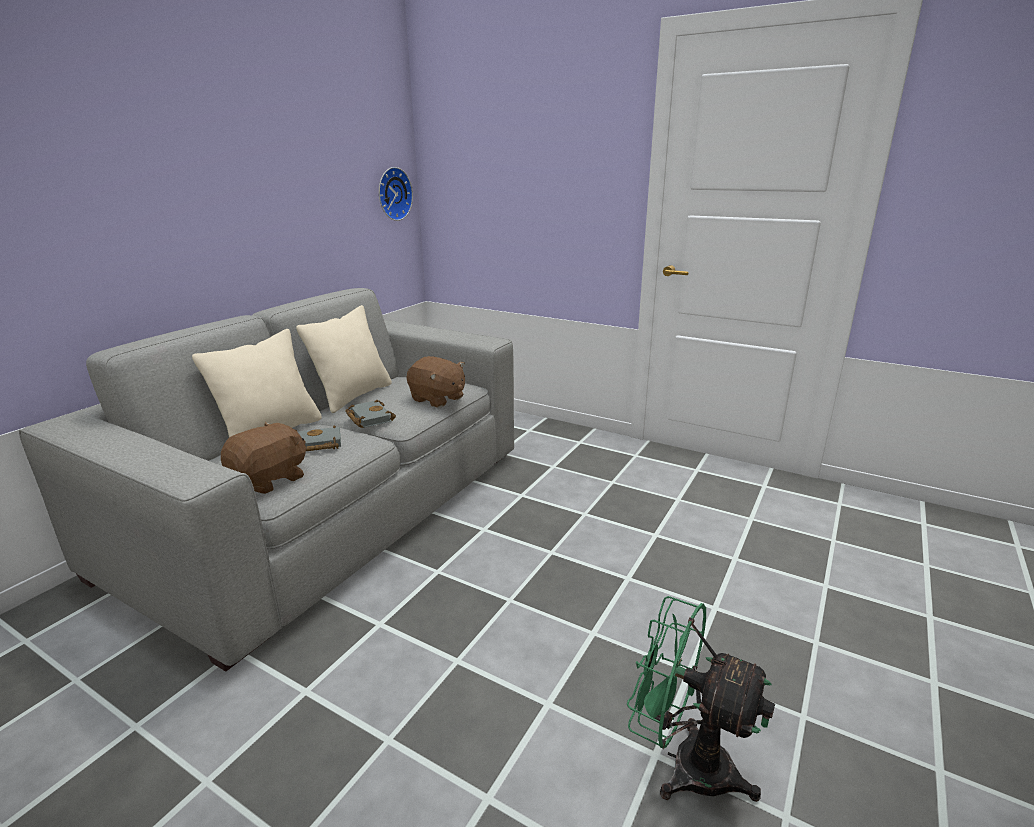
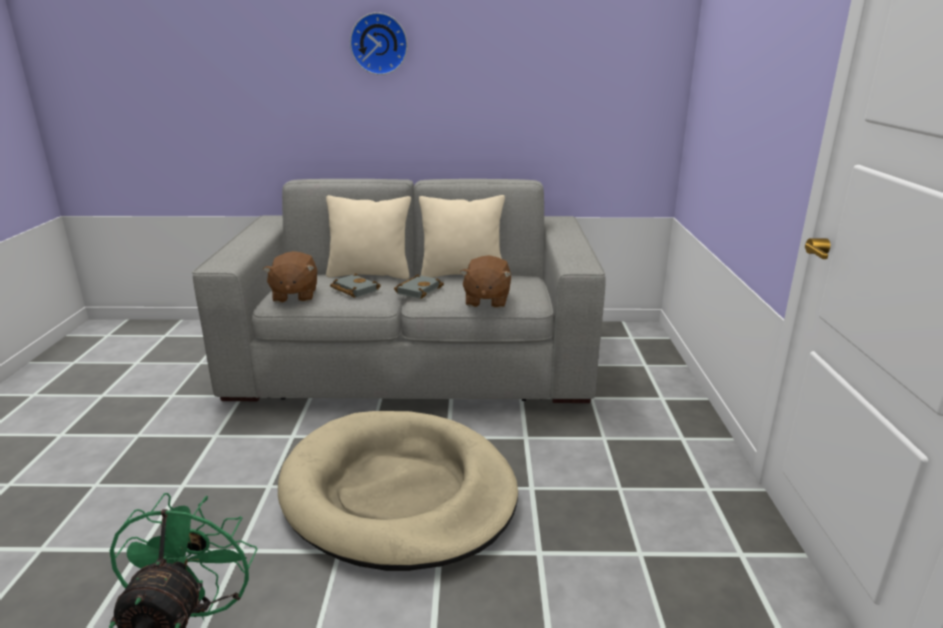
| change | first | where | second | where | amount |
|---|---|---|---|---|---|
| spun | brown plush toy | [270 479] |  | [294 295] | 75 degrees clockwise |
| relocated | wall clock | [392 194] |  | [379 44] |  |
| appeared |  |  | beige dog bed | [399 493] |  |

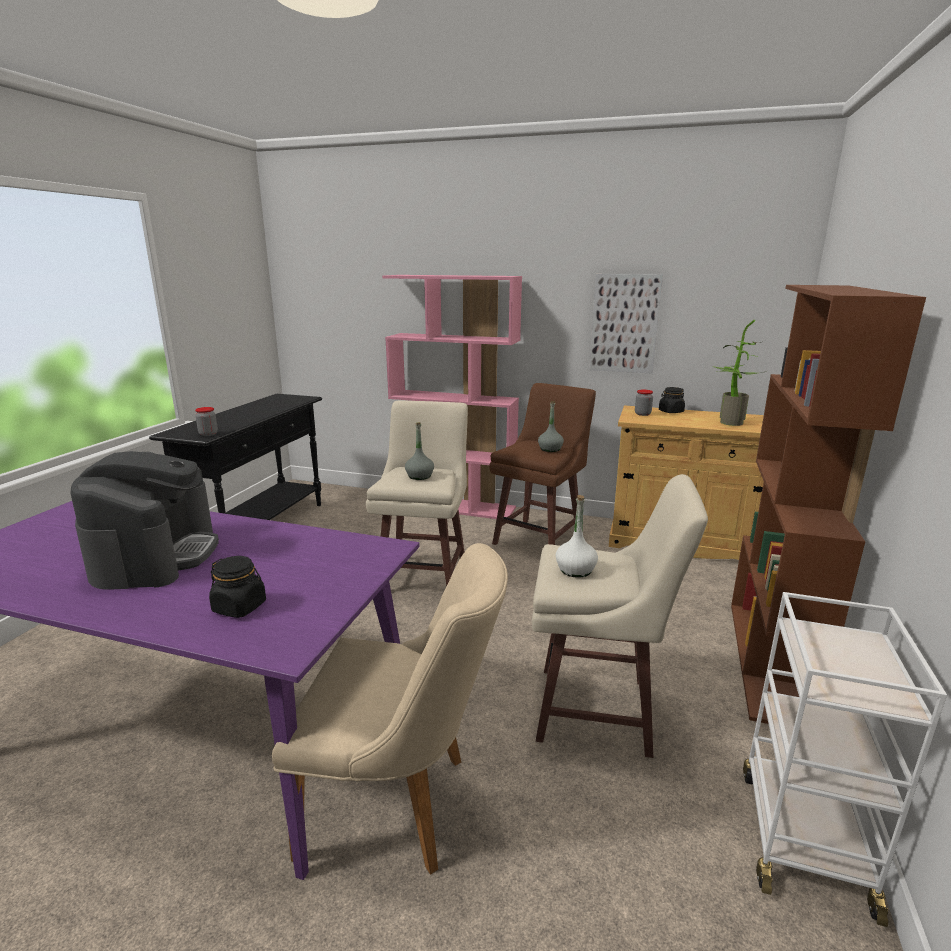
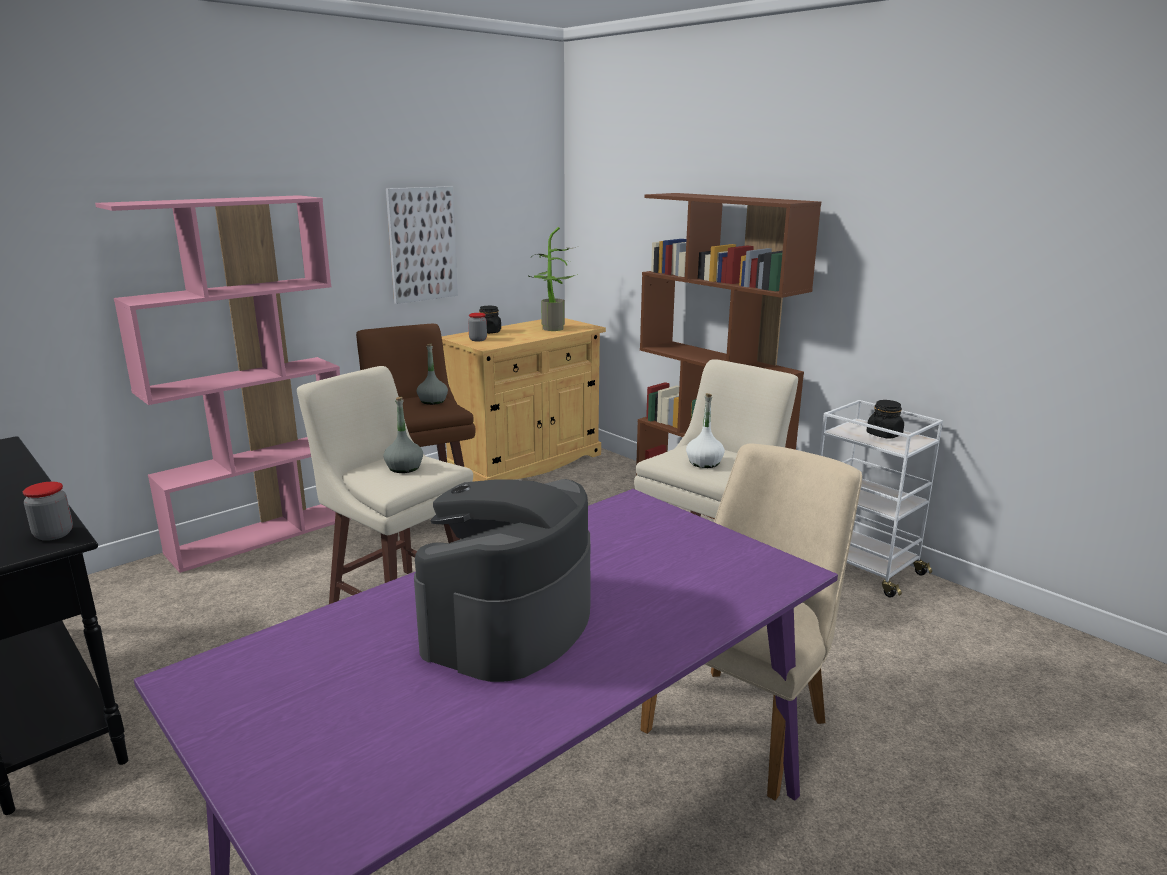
| change | first | where | second | where | amount |
|---|---|---|---|---|---|
| spun | coffee machine | [156 555] |  | [508 624] | 90 degrees counterclockwise |
| relocated | black jar | [240 607] |  | [884 434] |  |

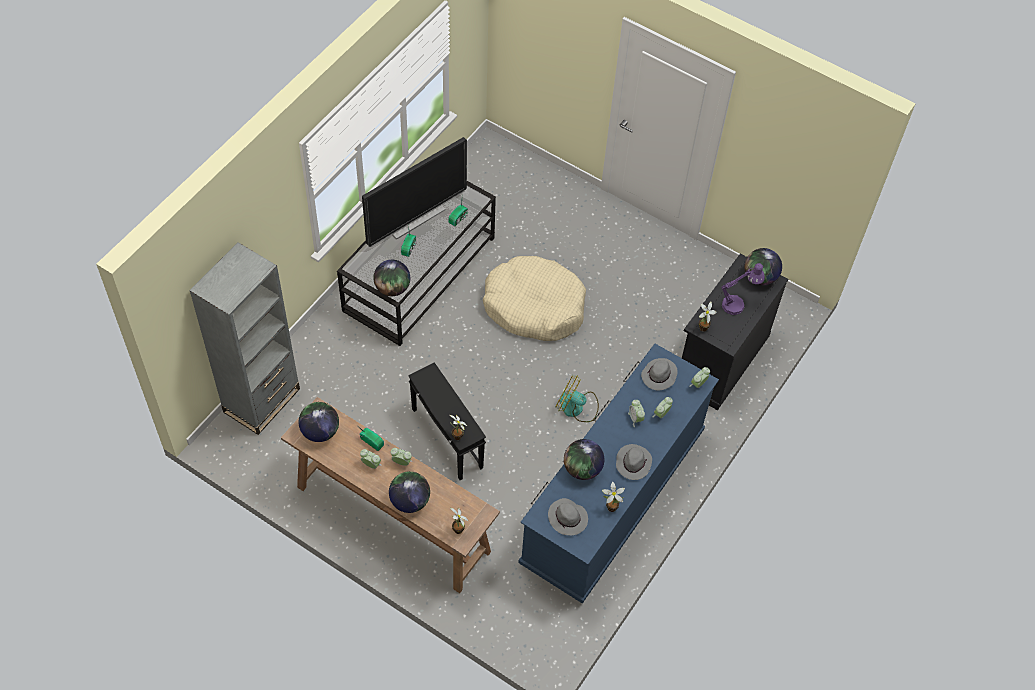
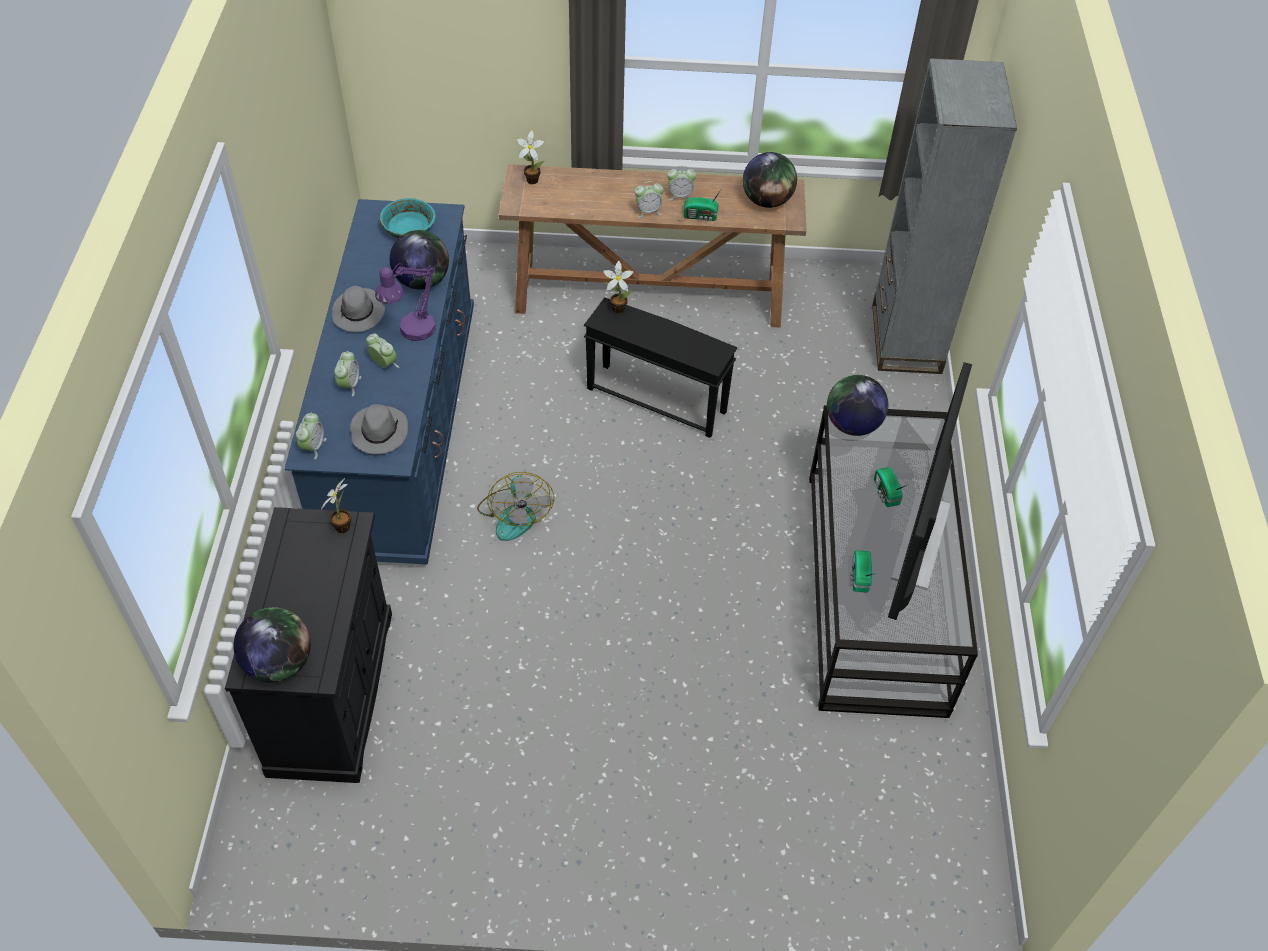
| change | first | where | second | where | amount |
|---|---|---|---|---|---|
| missing | globe | [410 501] |  |  |  |
| missing | beige dog bed | [534 306] |  |  |  |
| exchanged | grey hat | [568 518] | turquoise bowl | [408 228] |  |
| spun | fan | [577 407] |  | [514 514] | 90 degrees clockwise |
| missing | potted plant | [610 507] |  |  |  |
| relocated | purple table lamp | [737 304] |  | [411 332] |  |

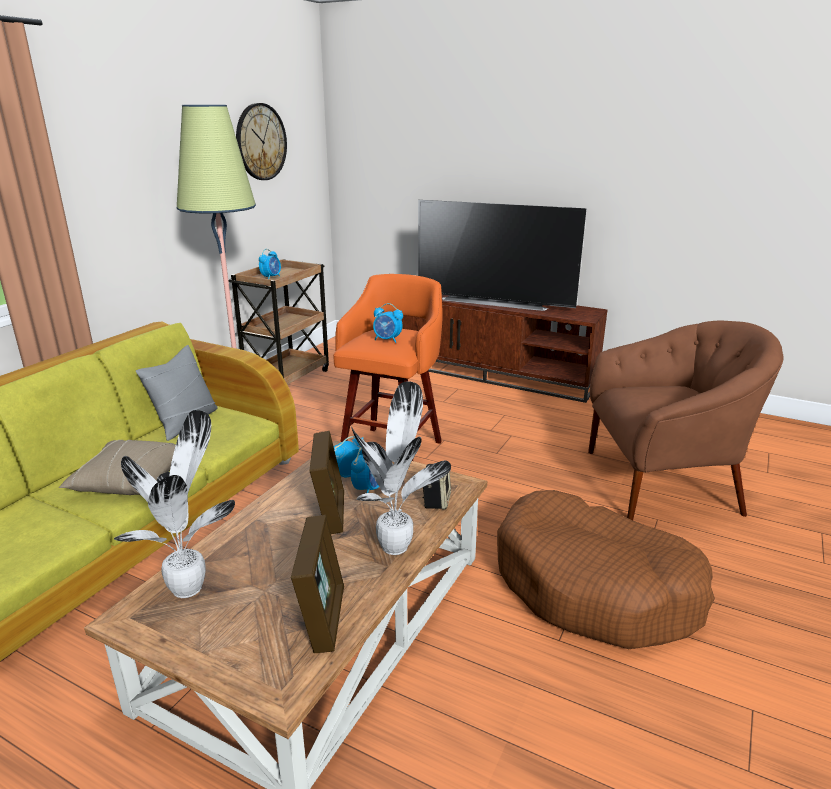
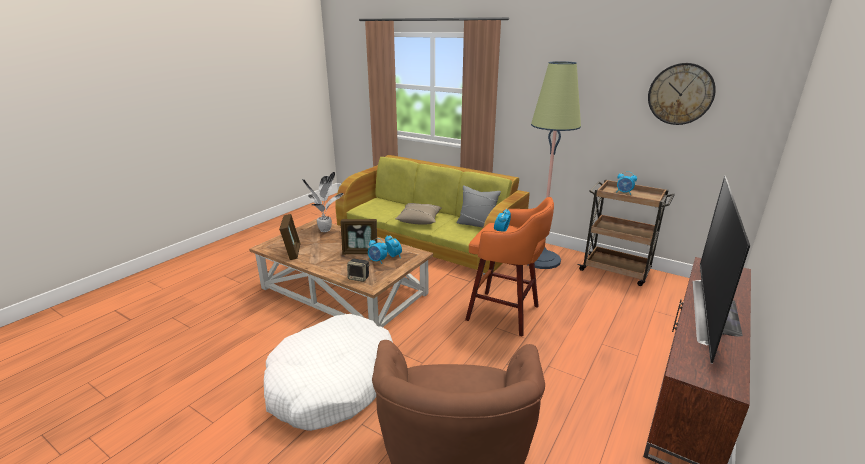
| change | first | where | second | where | amount |
|---|---|---|---|---|---|
| spun | picture frame | [322 618] |  | [292 252] | 105 degrees counterclockwise |
| missing | potted plant | [396 545] |  |  |  |
| colour | brown dog bed | [595 586] | white dog bed | [332 383] |  |

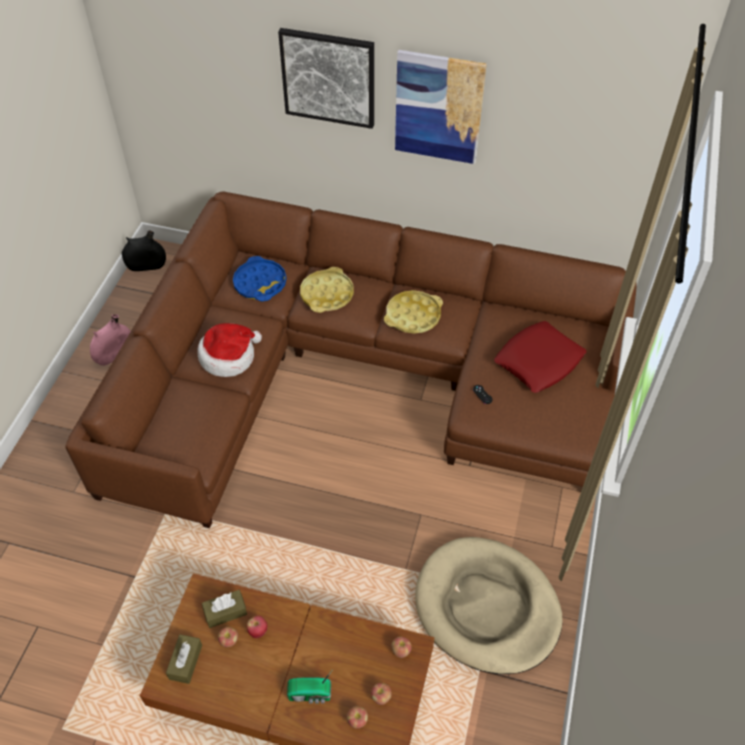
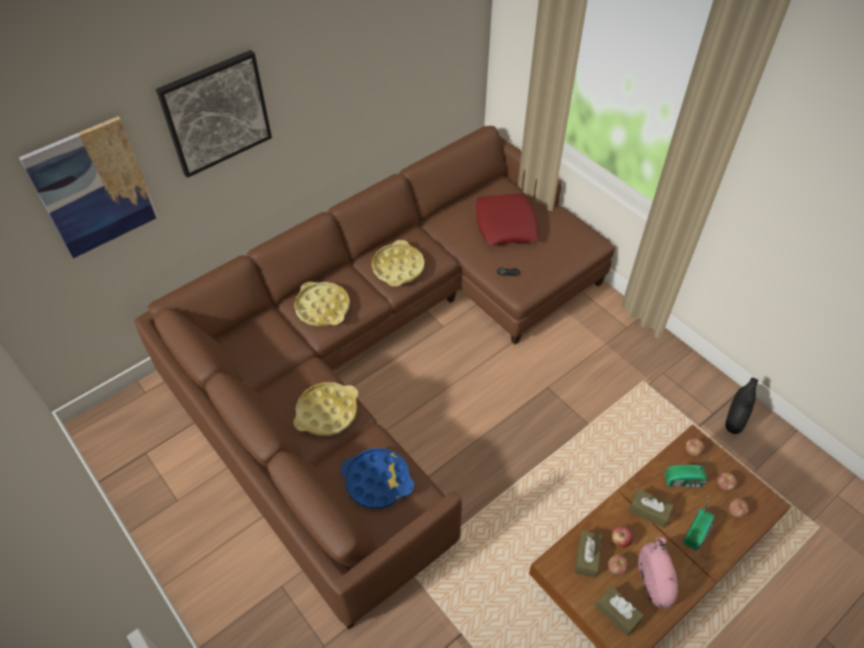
| change | first | where | second | where | amount |
|---|---|---|---|---|---|
| relocated | pink vase | [114 354] |  | [652 582] |  |
| relocated | black vase | [146 265] |  | [735 418] |  |
| exchanged | hat | [229 356] | yellow tray | [327 412] |  |
| relocated | blue tray | [260 283] |  | [377 481] |  |
| relocated | picture | [438 107] |  | [93 188] |  |
| missing | beige dog bed | [486 607] |  |  |  |
| appeared |  |  | brown tissue box | [649 511] |  |
| appeared |  |  | radio | [685 481] |  |

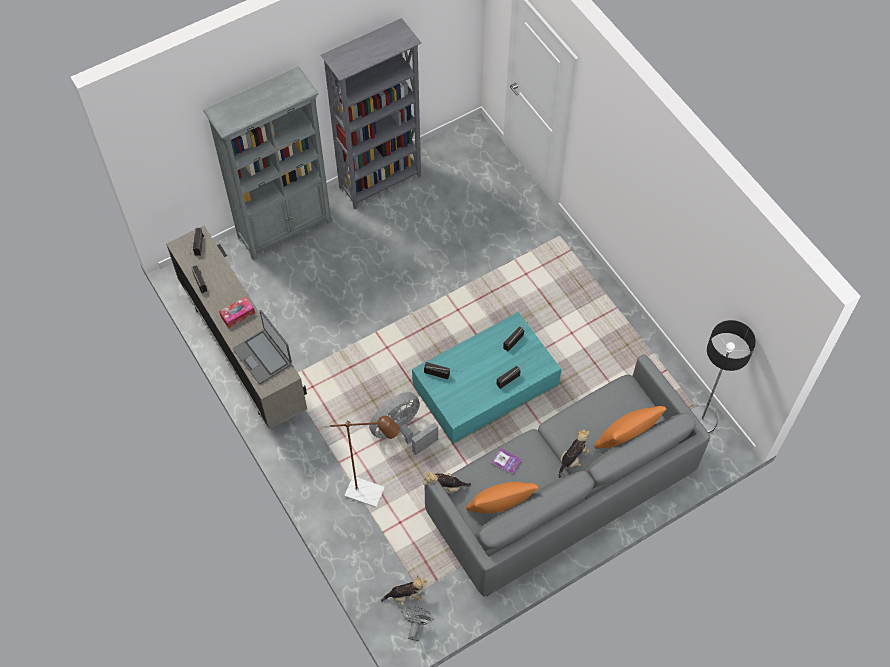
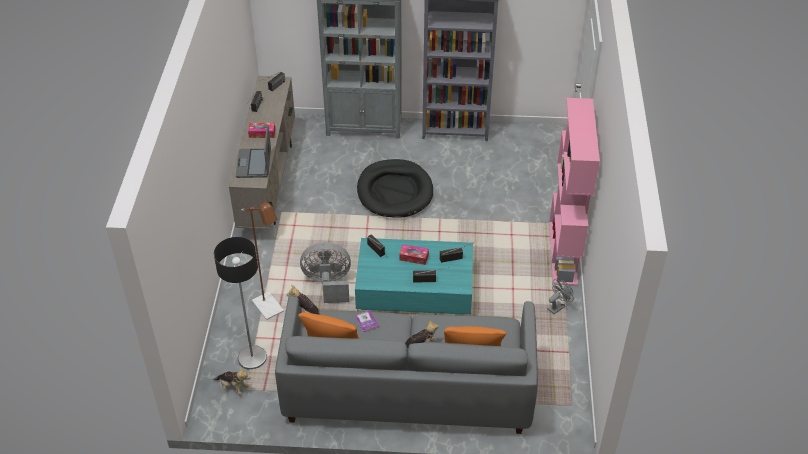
| change | first | where | second | where | amount |
|---|---|---|---|---|---|
| relocated | grey fan | [416 627] |  | [557 306] |  |
| relocated | floor lamp | [701 420] |  | [252 358] |  |
| appeared |  |  | black dog bed | [394 191] |  |
| appeared |  |  | tissue box | [414 257] |  |
| appeared |  |  | pink bookcase | [563 253] |  |

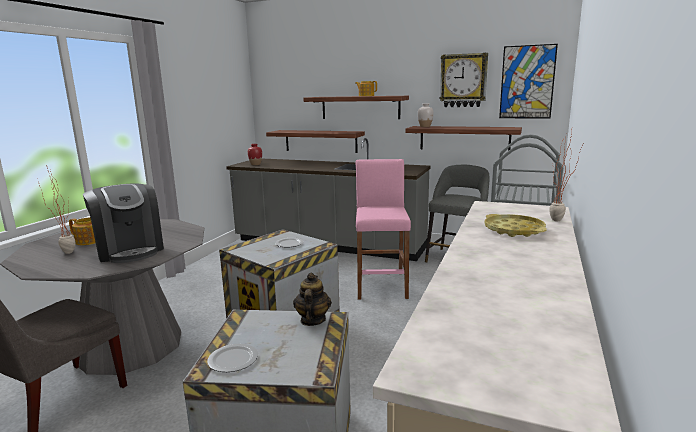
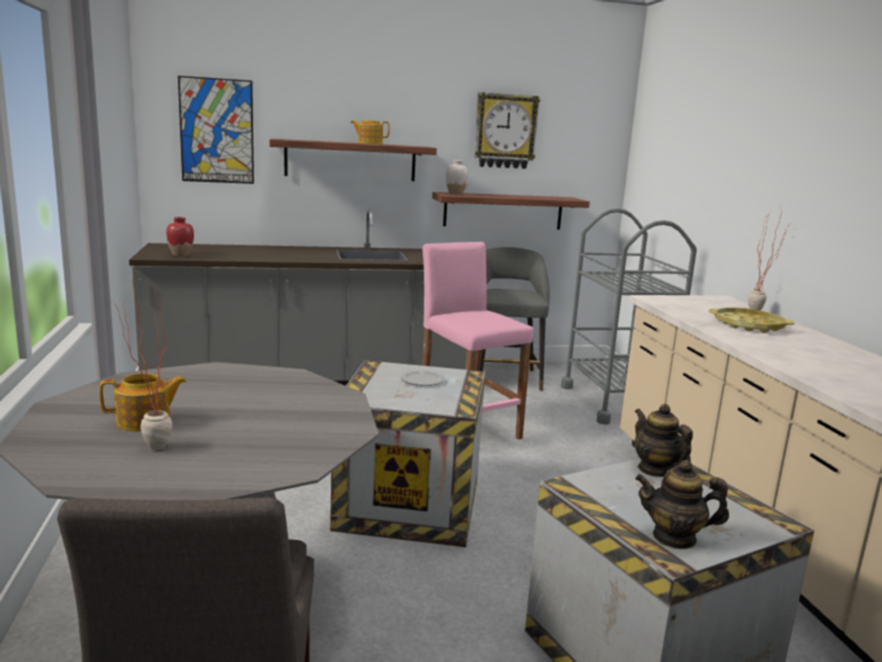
| change | first | where | second | where | amount |
|---|---|---|---|---|---|
| missing | coffee machine | [130 250] |  |  |  |
| exchanged | plate | [232 360] | teapot | [674 537] |  |
| missing | shelf | [320 141] |  |  |  |
| relocated | picture | [527 82] |  | [217 131] |  |

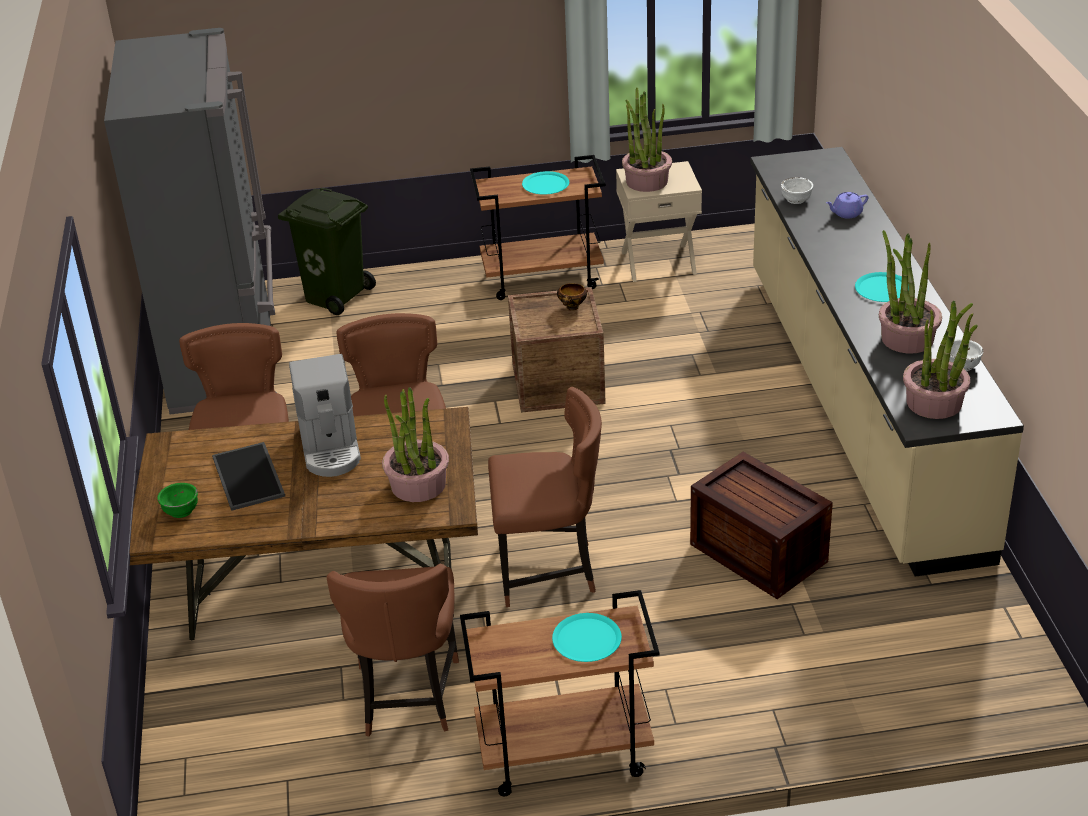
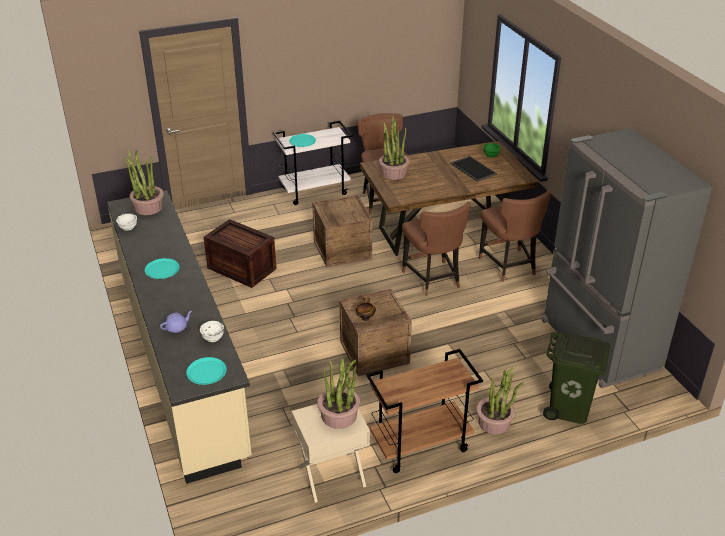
| change | first | where | second | where | amount |
|---|---|---|---|---|---|
| missing | coffee machine | [330 448] |  |  |  |
| colour | brown cart | [563 755] | white cart | [315 191] |  |
| exchanged | brown chair | [549 572] | crate | [342 250] |  |
| relocated | turquoise plate | [545 184] |  | [206 372] |  |
| relocated | potted plant | [906 338] |  | [494 422] |  |

